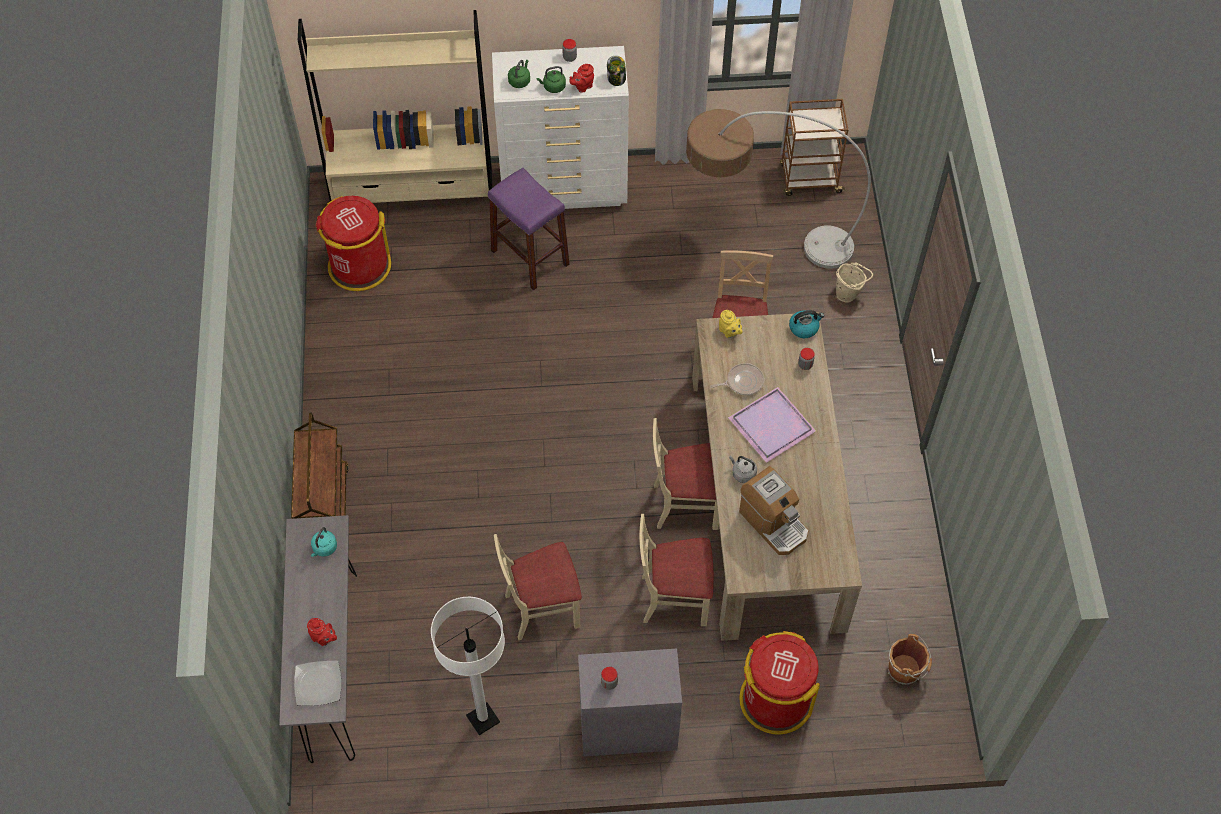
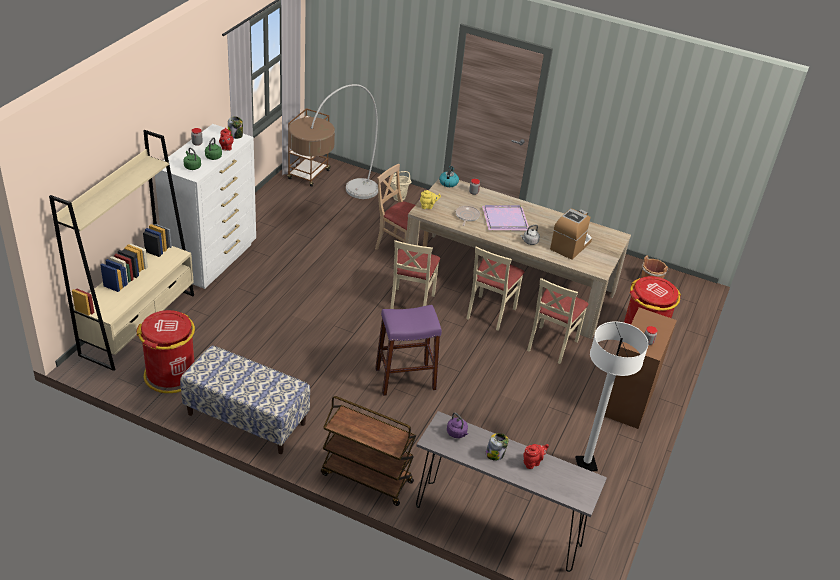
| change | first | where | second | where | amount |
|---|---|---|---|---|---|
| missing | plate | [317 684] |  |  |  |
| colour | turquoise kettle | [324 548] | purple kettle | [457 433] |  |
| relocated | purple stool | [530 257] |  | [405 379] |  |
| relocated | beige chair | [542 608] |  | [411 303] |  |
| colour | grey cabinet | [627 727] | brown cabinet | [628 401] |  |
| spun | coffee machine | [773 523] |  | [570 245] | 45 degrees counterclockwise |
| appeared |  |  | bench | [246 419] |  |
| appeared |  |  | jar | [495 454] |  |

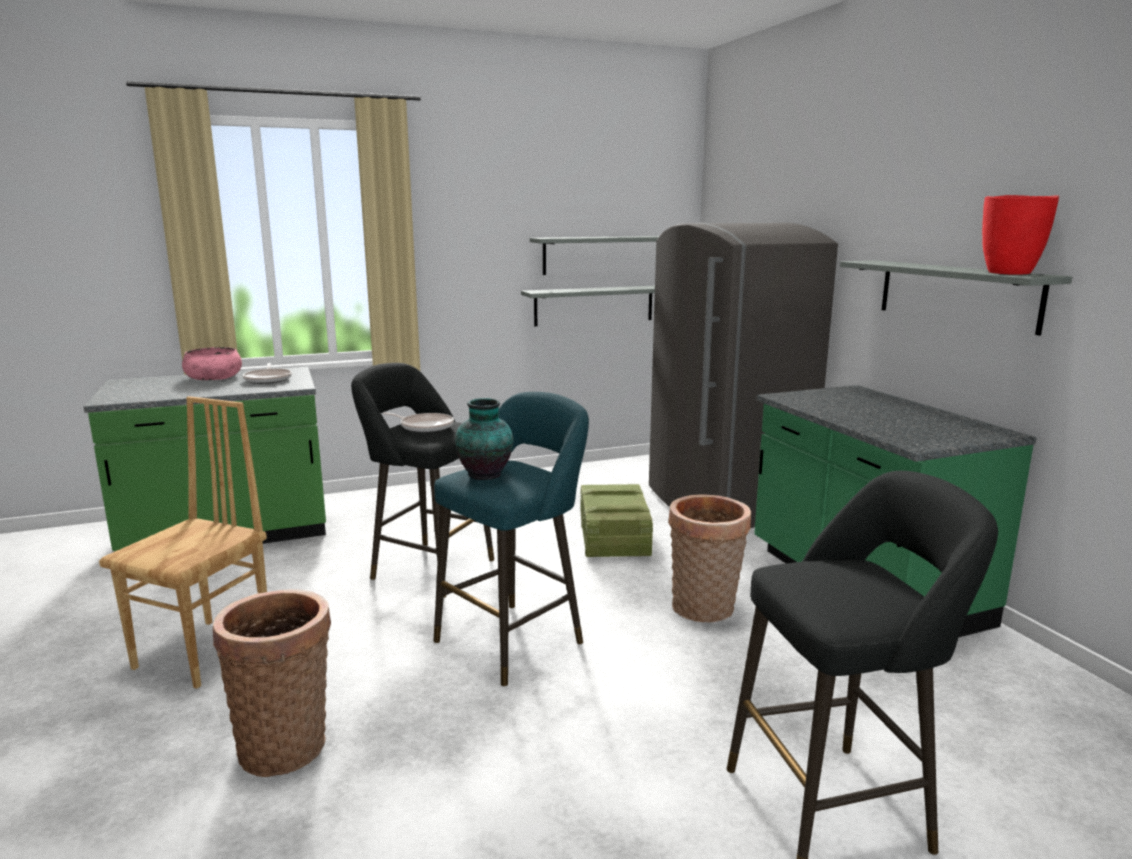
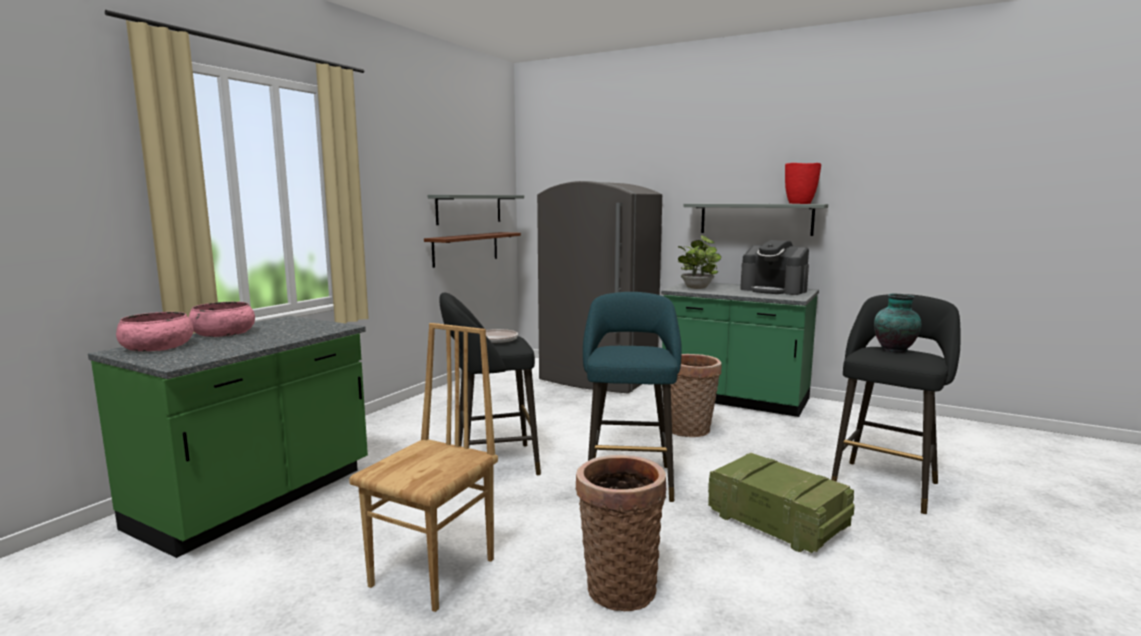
| change | first | where | second | where | amount |
|---|---|---|---|---|---|
| spun | brown chair | [206 652] |  | [435 572] | 45 degrees clockwise |
| missing | frying pan | [268 379] |  |  |  |
| relocated | vase | [486 475] |  | [895 350] |  |
| colour | grey shelf | [594 305] | brown shelf | [466 248] |  |
| relocated | crate | [614 540] |  | [778 522] |  |
| appeared |  |  | pink bowl | [157 347] |  |
| appeared |  |  | potted plant | [697 287] |  |
| appeared |  |  | coffee machine | [774 290] |  |

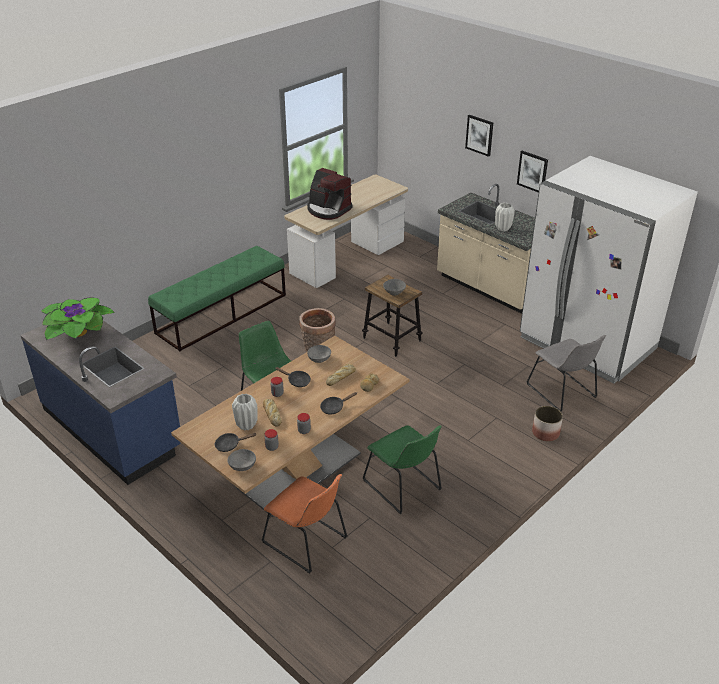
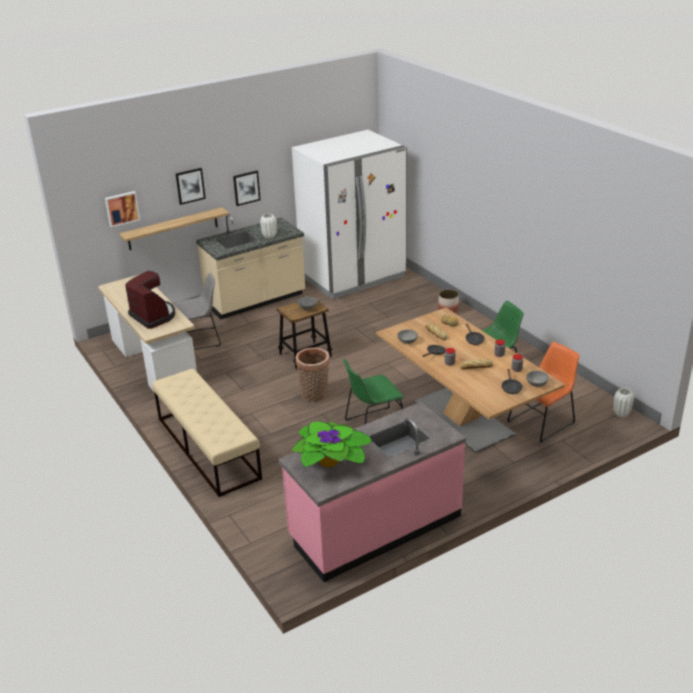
| change | first | where | second | where | amount |
|---|---|---|---|---|---|
| colour | blue counter | [113 428] | pink counter | [374 527] |  |
| colour | green bench | [222 314] | beige bench | [207 448] |  |
| relocated | white vase | [246 425] |  | [621 414] |  |
| spun | coffee machine | [328 210] |  | [153 316] | 90 degrees counterclockwise |
| relocated | grey chair | [563 392] |  | [199 339] |  |
| appeared |  |  | picture | [122 208] |  |
| appeared |  |  | shelf | [173 229] |  |

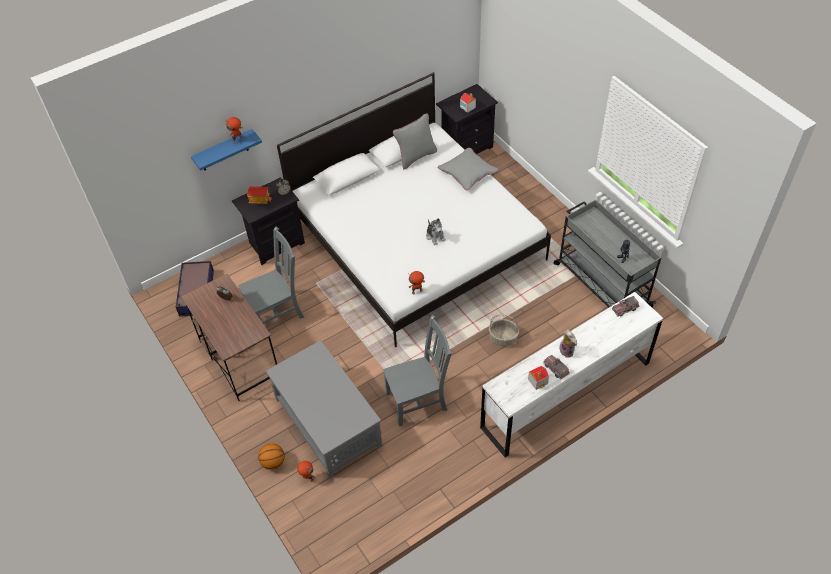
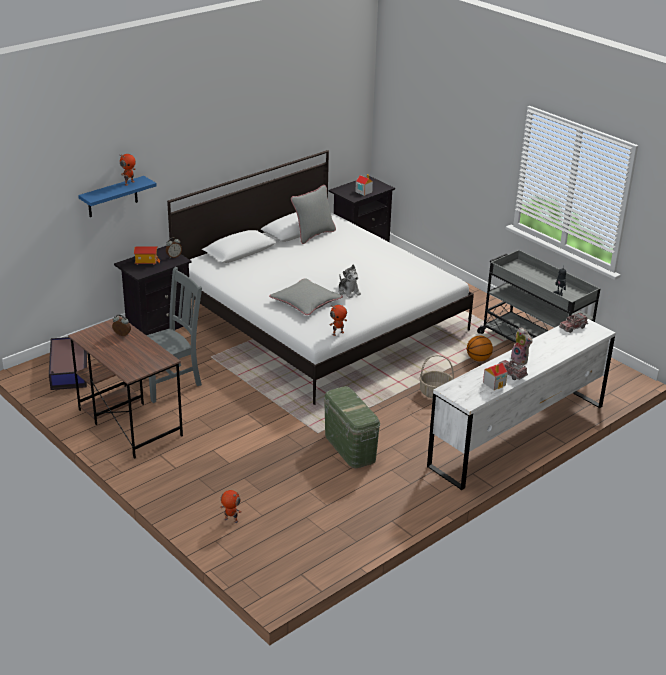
| change | first | where | second | where | amount |
|---|---|---|---|---|---|
| relocated | basketball | [273 462] |  | [478 359] |  |
| missing | grey coffee table | [327 421] |  |  |  |
| exchanged | grey chair | [418 400] | green storage box | [350 448] |  |
| relocated | grey pillow | [467 172] |  | [305 302] |  |

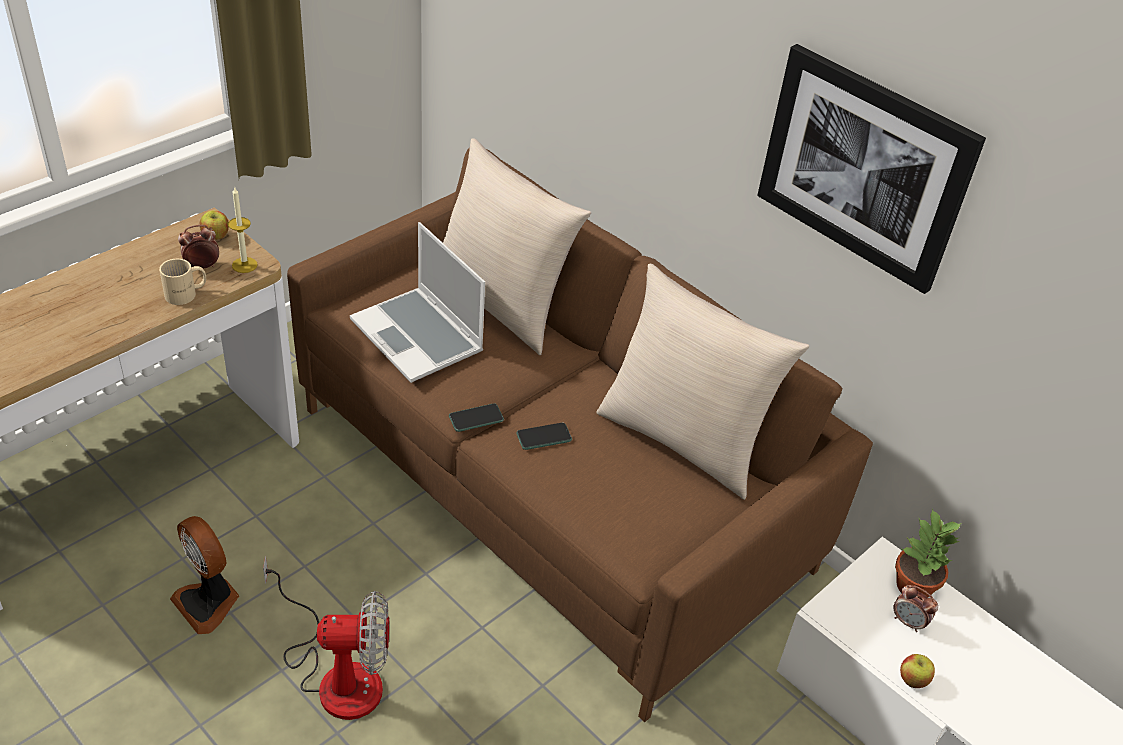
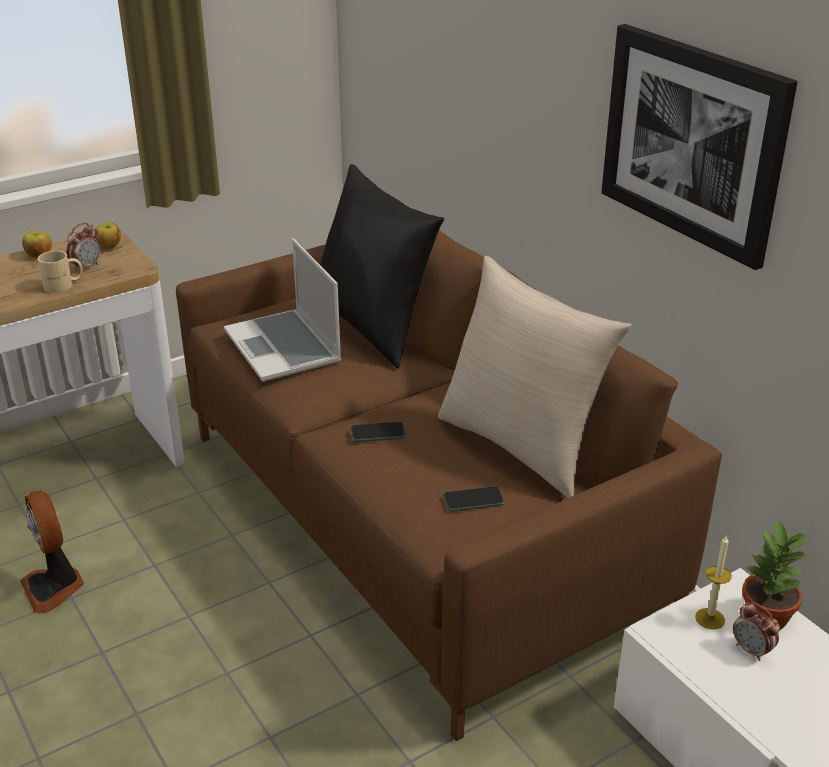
| change | first | where | second | where | amount |
|---|---|---|---|---|---|
| spun | alarm clock | [202 266] |  | [87 267] | 135 degrees clockwise |
| relocated | candle | [244 265] |  | [710 618] |  |
| missing | fan | [337 674] |  |  |  |
| colour | beige pillow | [502 304] | black pillow | [374 327] |  |
| relocated | phone | [476 418] |  | [473 500] |  |
| relocated | apple | [912 679] |  | [39 255] |  |

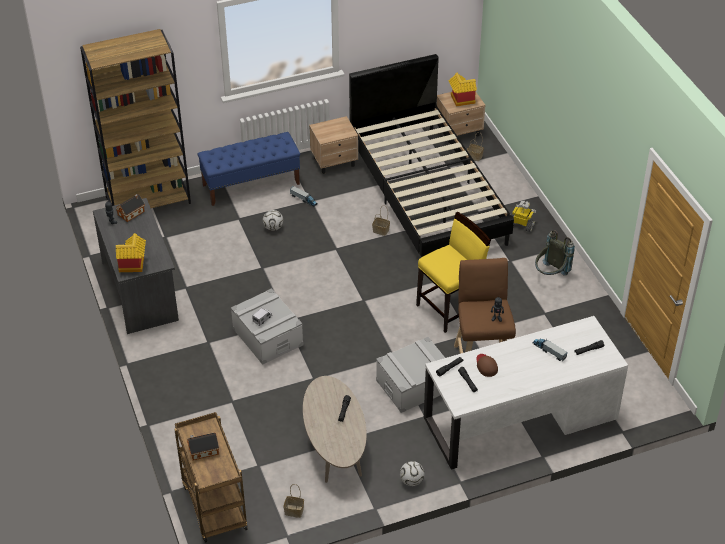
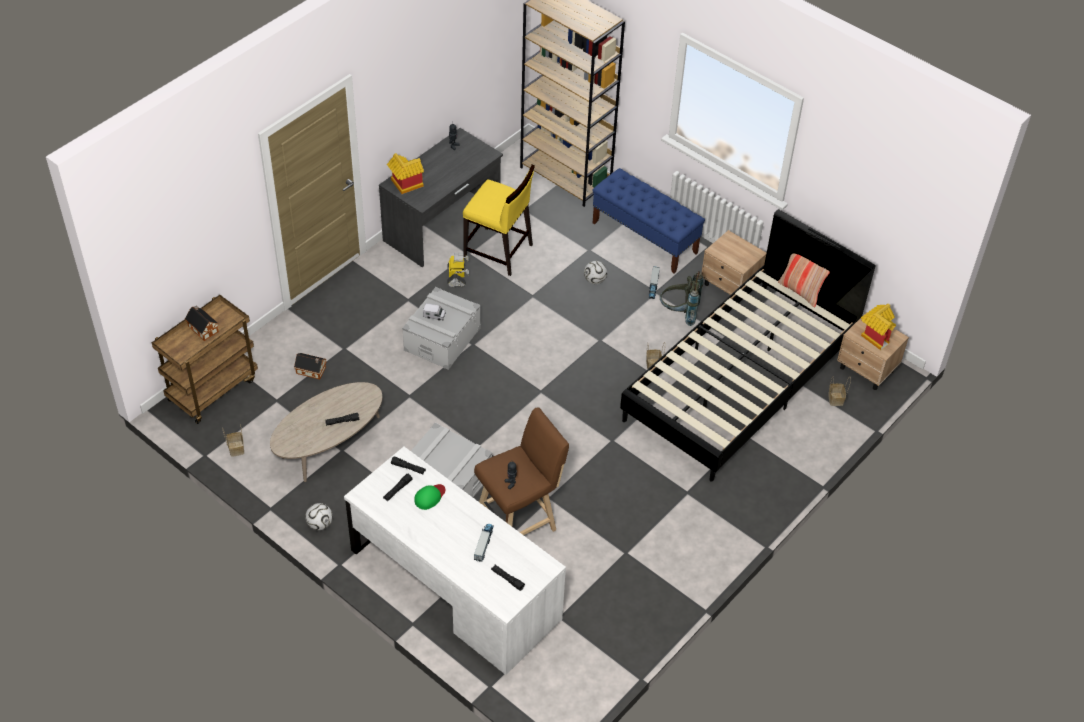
| change | first | where | second | where | amount |
|---|---|---|---|---|---|
| relocated | toy house | [132 212] |  | [312 371] |  |
| relocated | yellow chair | [451 308] |  | [498 252] |  |
| colour | brown cap | [486 366] | green cap | [430 497] |  |
| relocated | toy robot | [521 225] |  | [457 277] |  |
| relocated | grey backpack | [550 275] |  | [679 313] |  |
| appeared |  |  | pillow | [800 291] |  |

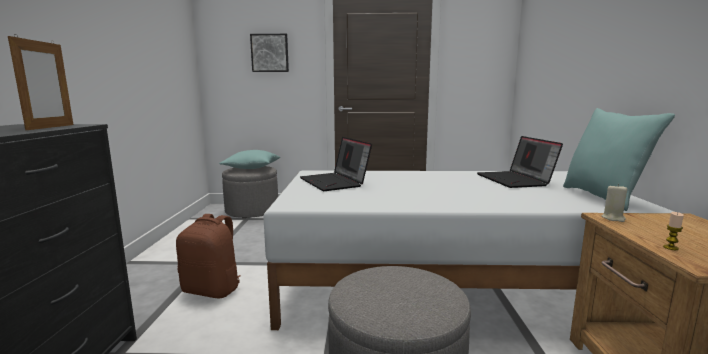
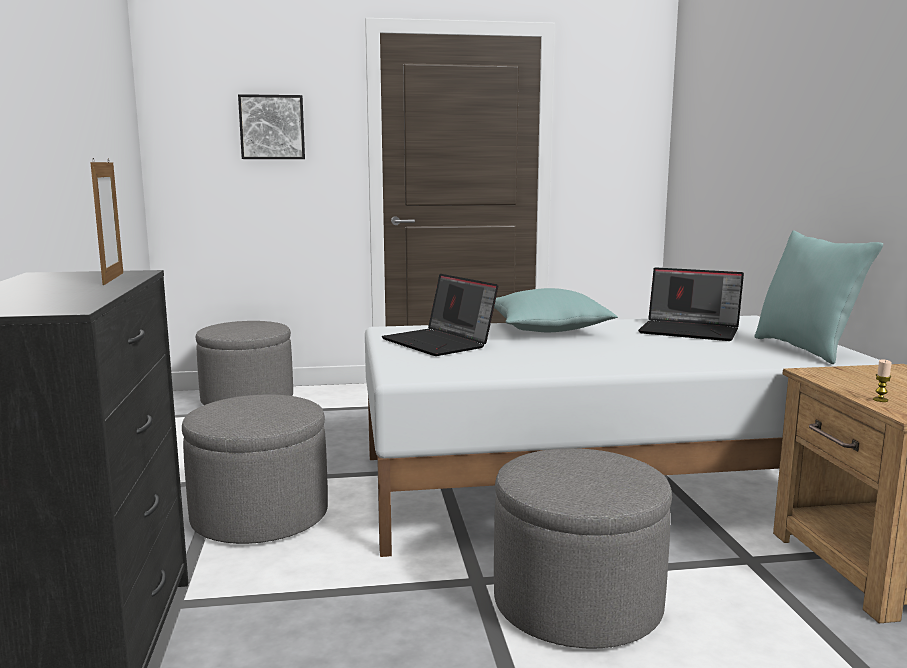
| change | first | where | second | where | amount |
|---|---|---|---|---|---|
| exchanged | brown backpack | [213 290] | grey ottoman | [260 516] |  |
| relocated | turquoise pillow | [251 168] |  | [547 330] |  |
| spun | laptop | [516 180] |  | [691 331] | 45 degrees counterclockwise |
| missing | beige candle | [613 218] |  |  |  |

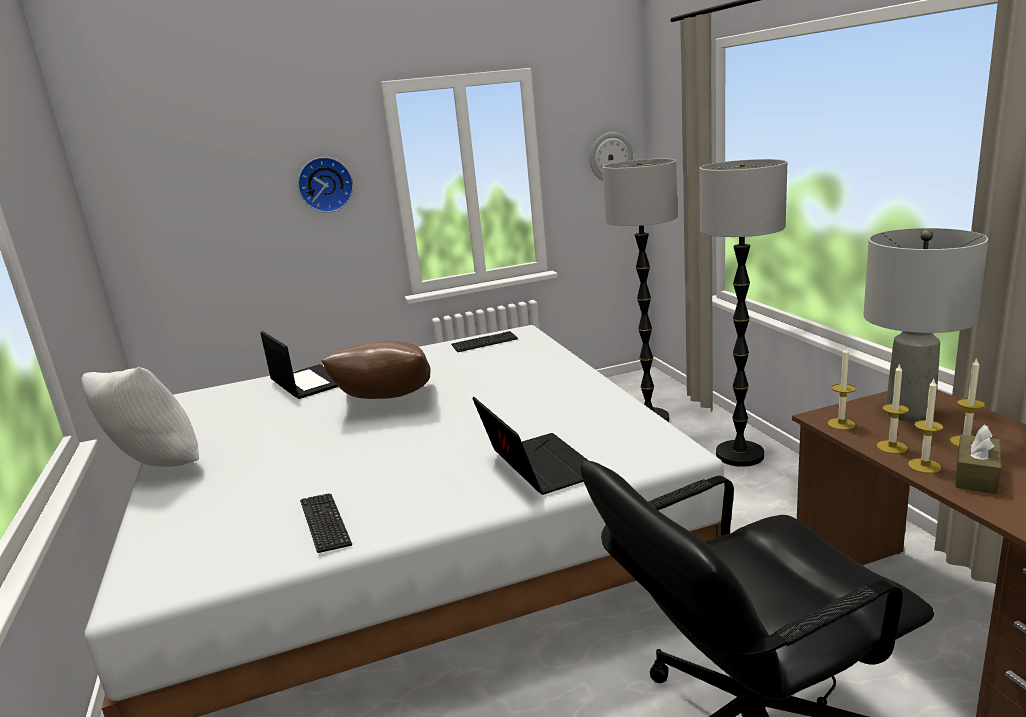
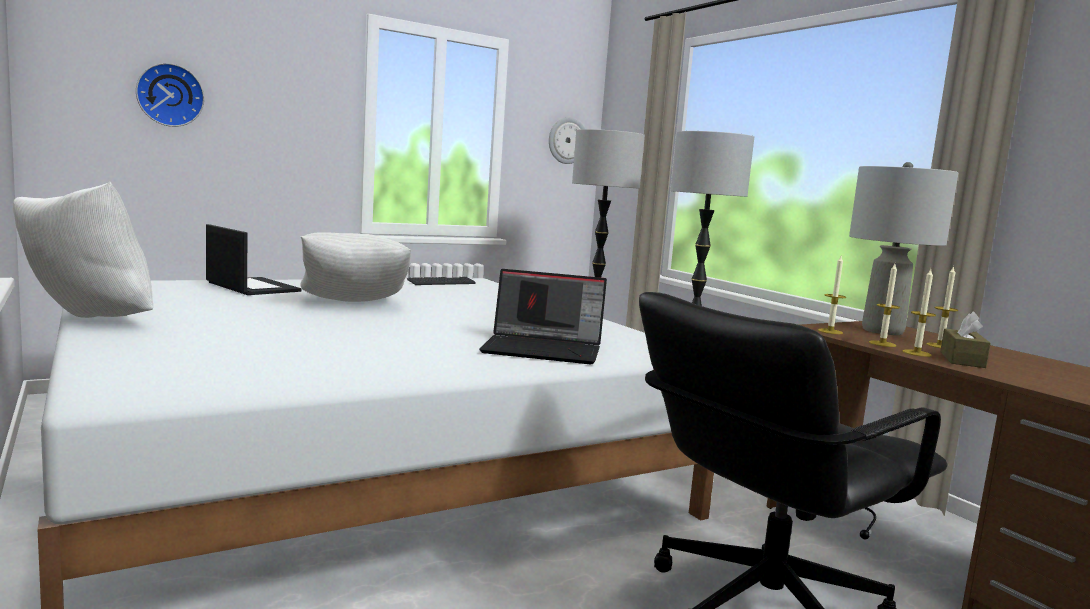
| change | first | where | second | where | amount |
|---|---|---|---|---|---|
| relocated | wall clock | [325 184] |  | [170 95] |  |
| missing | keyboard | [325 524] |  |  |  |
| colour | brown pillow | [386 403] | white pillow | [353 305] |  |
| spun | laptop | [537 466] |  | [544 349] | 135 degrees clockwise |

